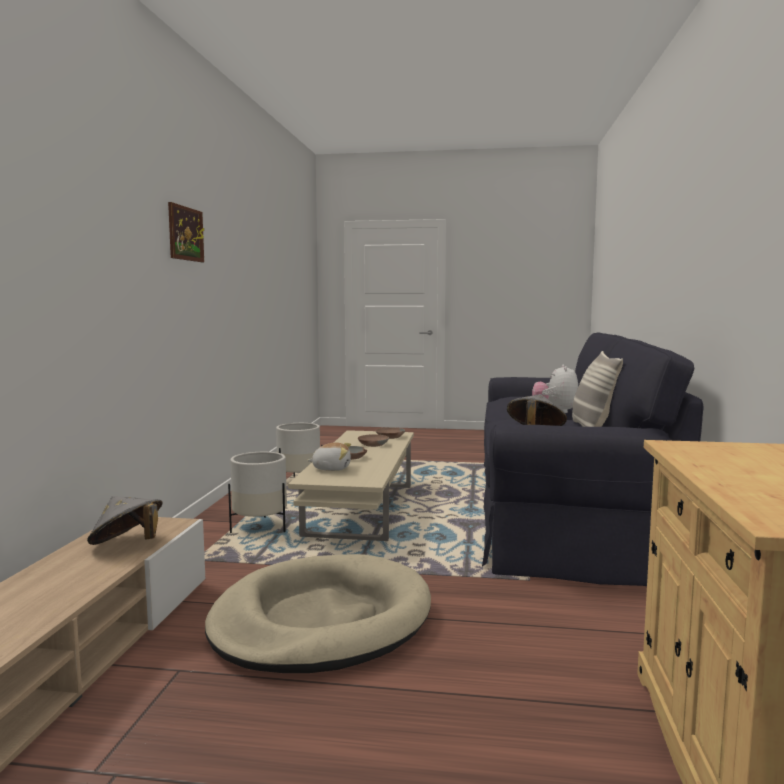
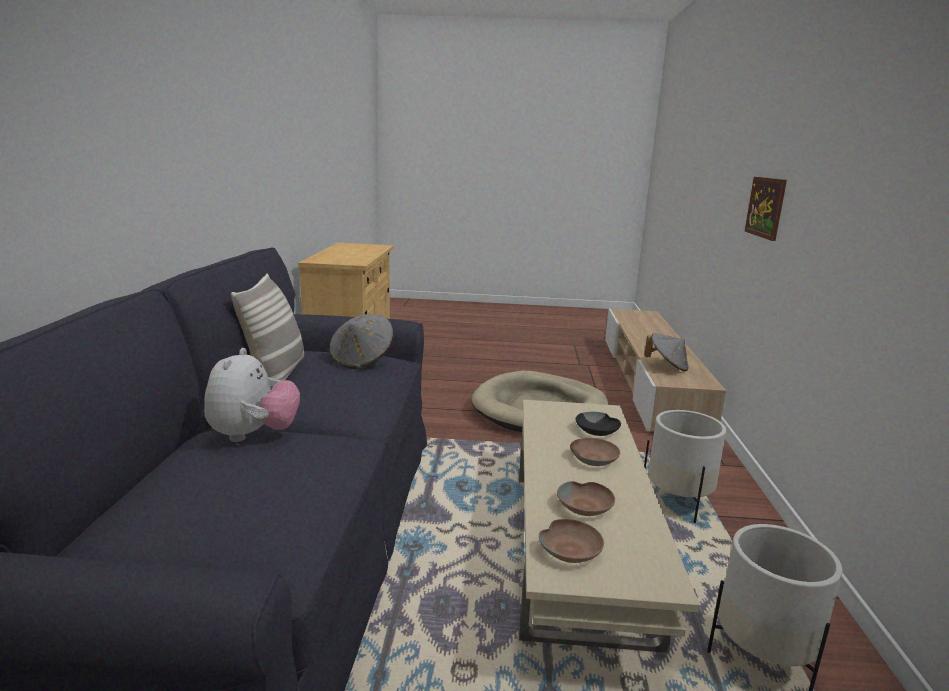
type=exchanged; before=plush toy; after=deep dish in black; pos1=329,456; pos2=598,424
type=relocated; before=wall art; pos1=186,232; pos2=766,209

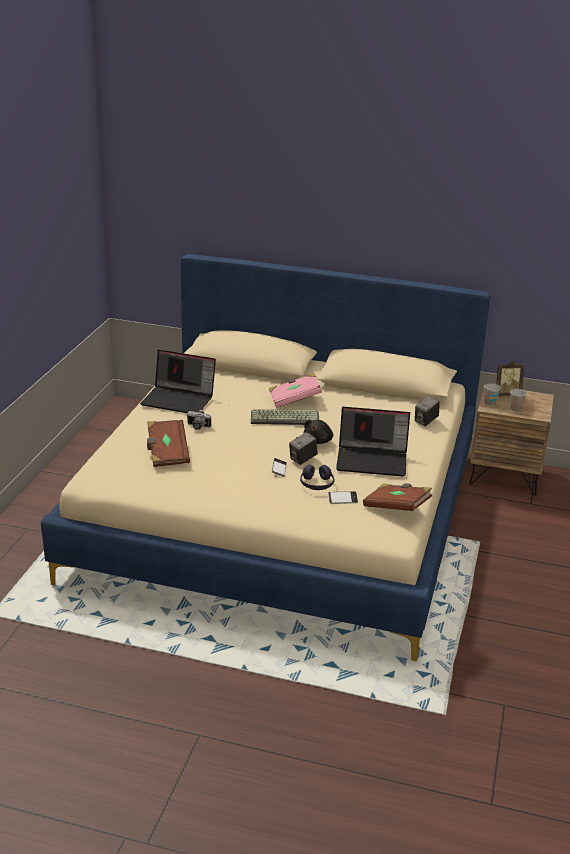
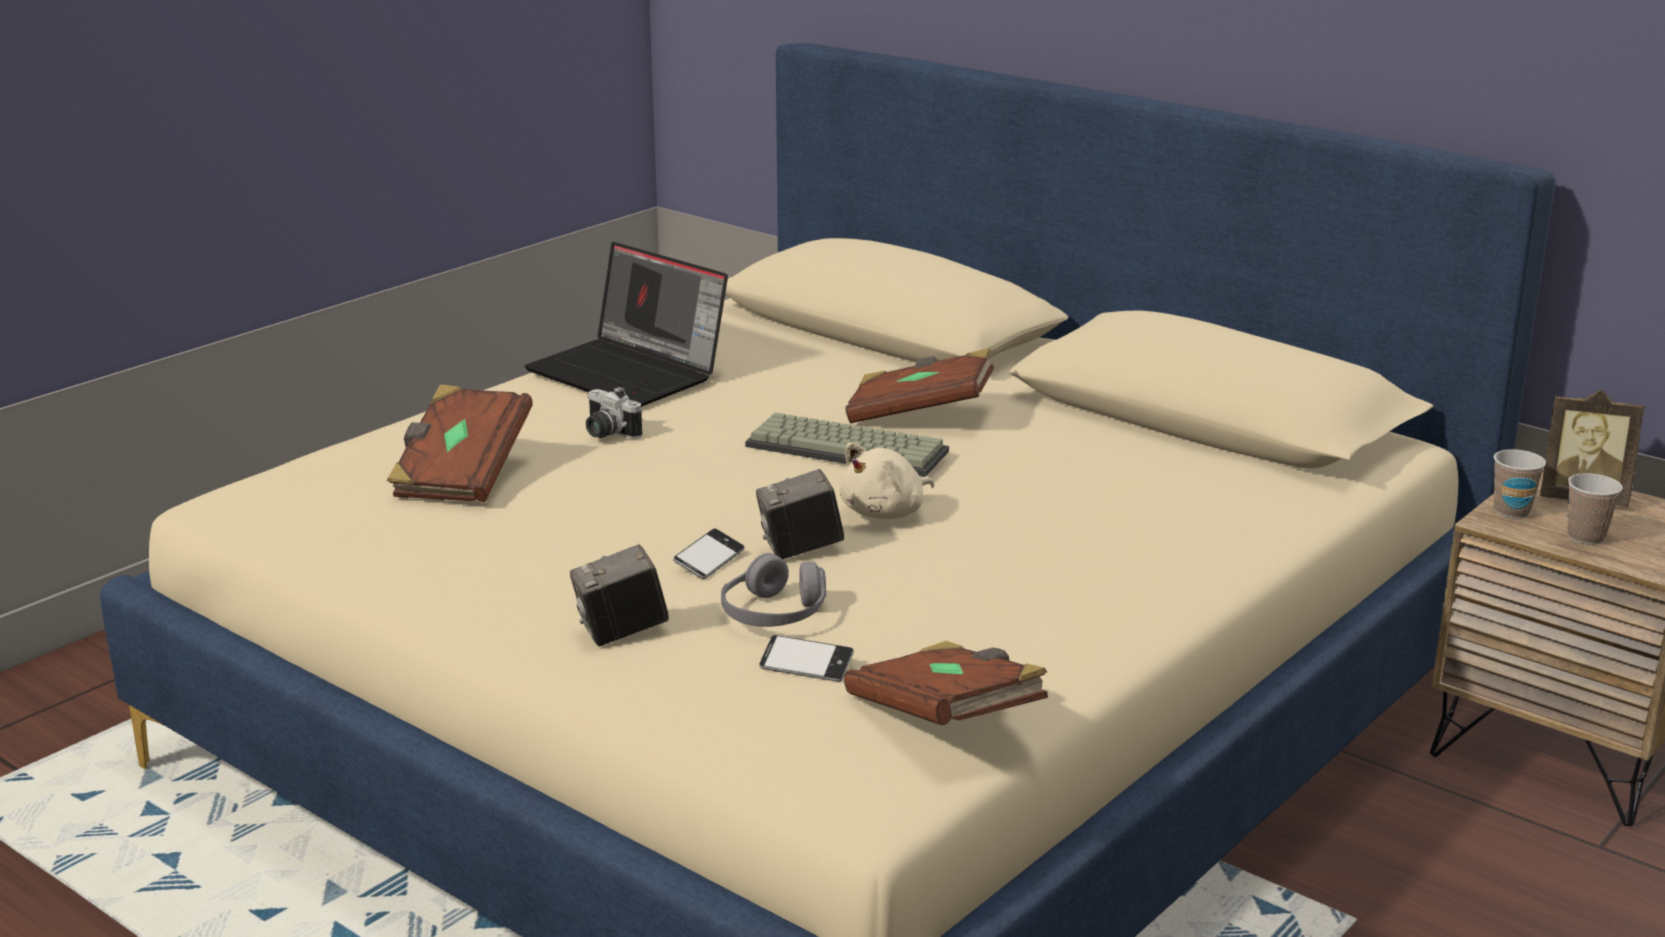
type=relocated; before=still camera; pos1=427,410; pos2=619,595
type=colour; before=headset in purplish; after=headset in gray; pos1=317,477; pos2=773,590
type=colour; before=plush toy in black; after=plush toy in beige; pos1=318,432; pos2=887,480
type=colour; before=volume in pink; after=volume in brownish; pos1=295,390; pos2=919,385
type=missing; before=notebook computer; pos1=373,441

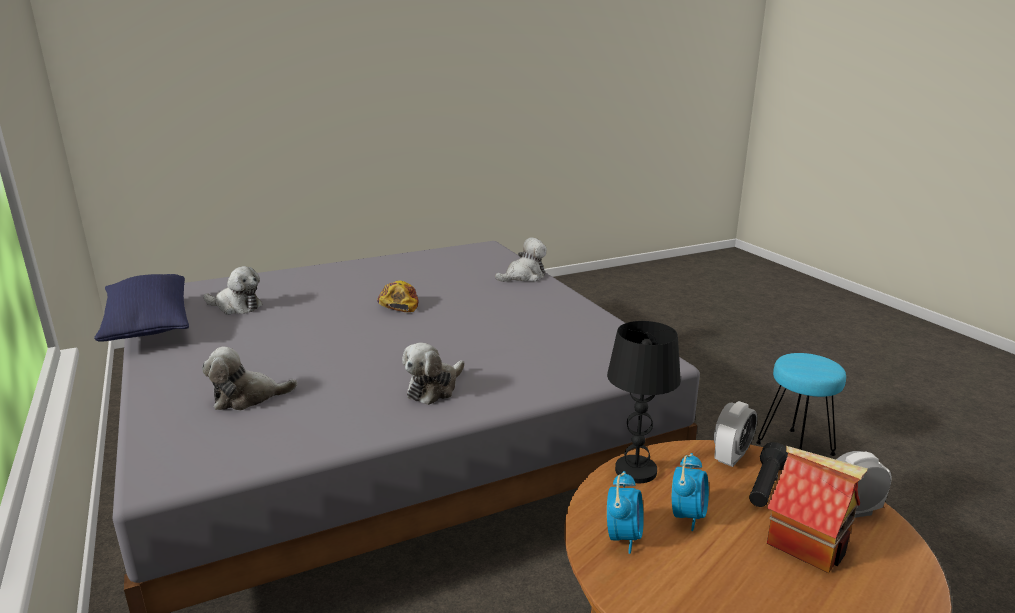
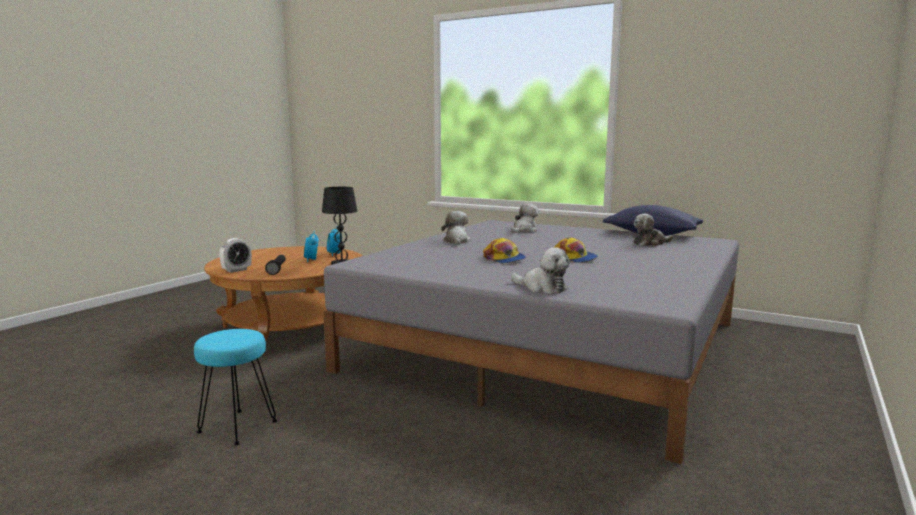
type=appeared; after=baseball cap; pos2=504,250
type=spun; before=plush toy; pos1=521,260; pos2=541,270; turn=-75
type=missing; before=table clock; pos1=735,434
type=missing; before=model house; pos1=817,509

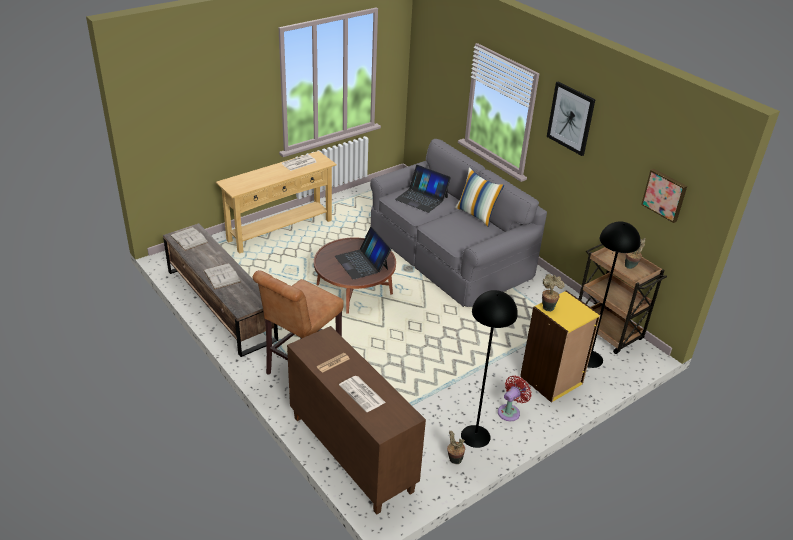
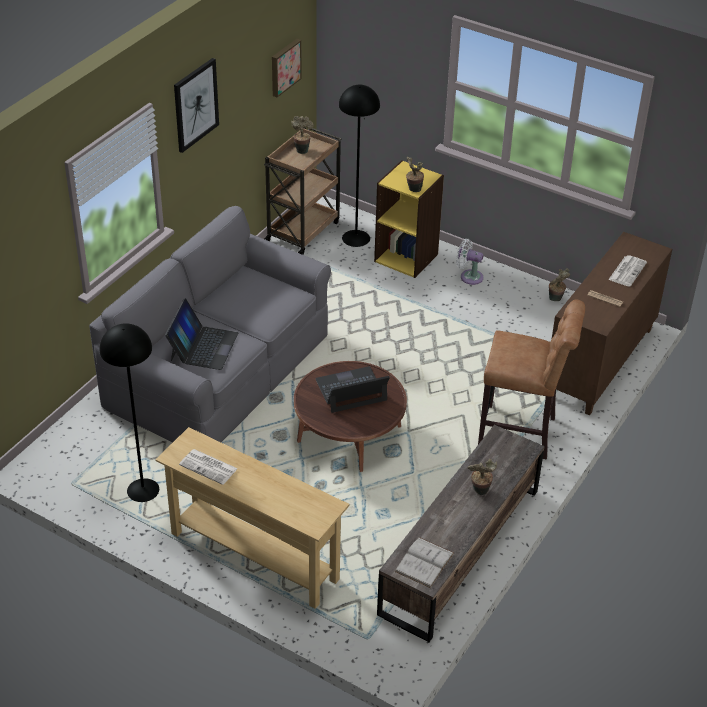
type=relocated; before=standard lamp in black; pos1=489,369; pos2=129,412
type=spun; before=notebook computer; pos1=363,253; pos2=352,389; turn=-150
type=colour; before=cooling fan in red-coloured; after=cooling fan in white; pos1=515,398; pos2=469,262
type=exchanged; before=volume in white; after=potted plant; pos1=222,276; pos2=482,477
type=missing; before=throw pillow; pos1=479,197

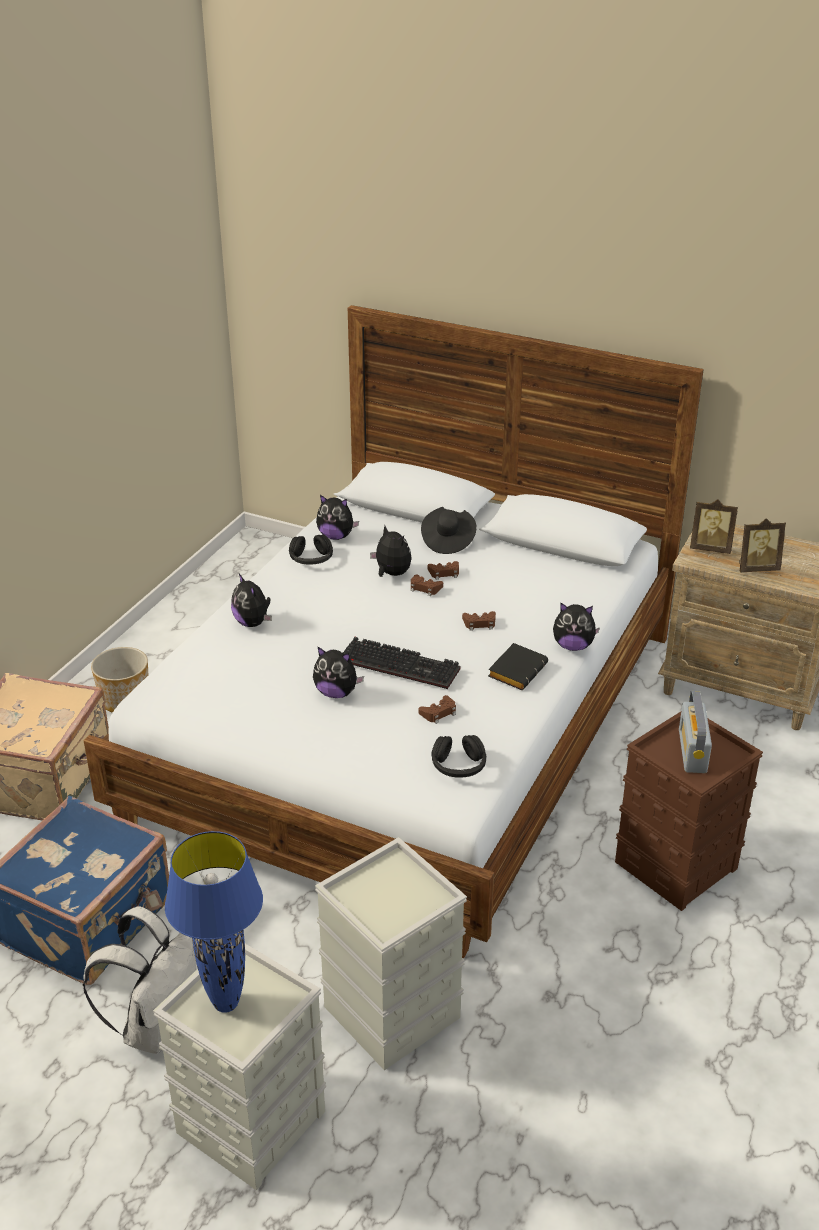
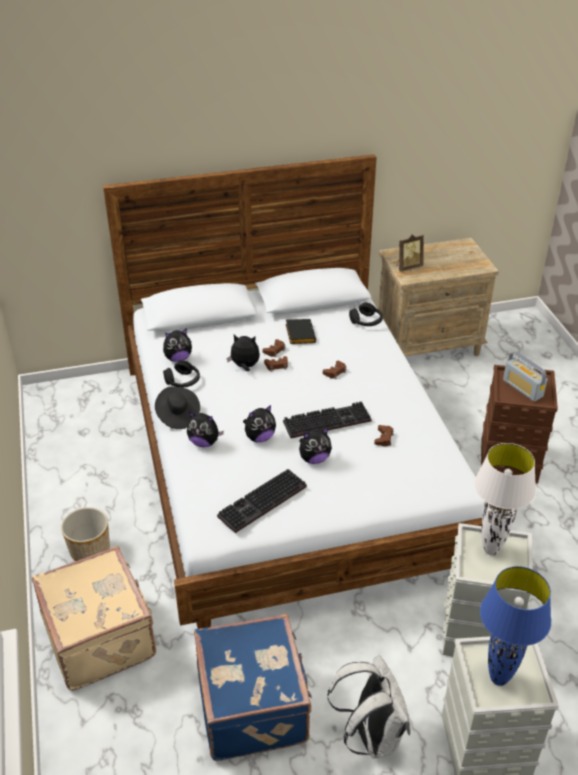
type=relocated; before=clothing hat in black; pos1=449,530; pos2=177,408
type=appeared; after=PC keyboard; pos2=262,501
type=relocated; before=plush toy; pos1=576,627; pos2=259,423
type=relocated; before=volume in black; pos1=518,666; pos2=301,331
type=relocated; before=headset in black; pos1=458,756; pos2=366,314
type=appeared; after=lamp for a table in white; pos2=505,499
type=missing; before=picture frame; pos1=762,545

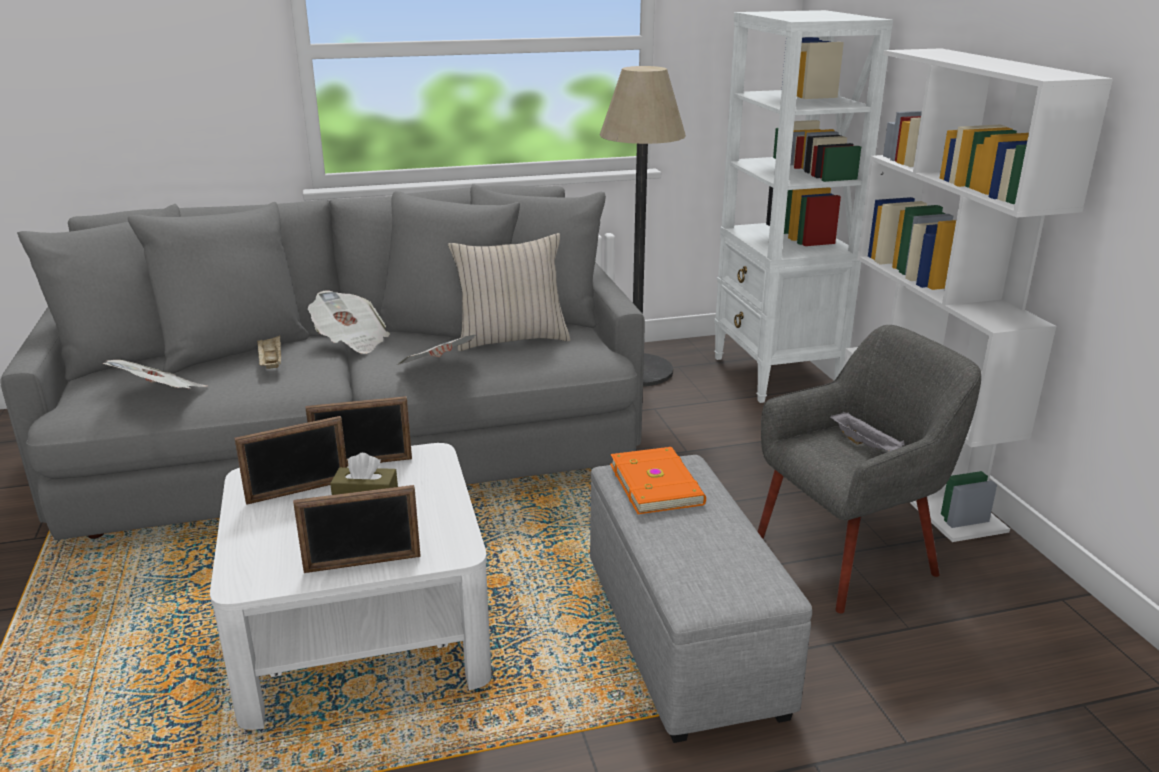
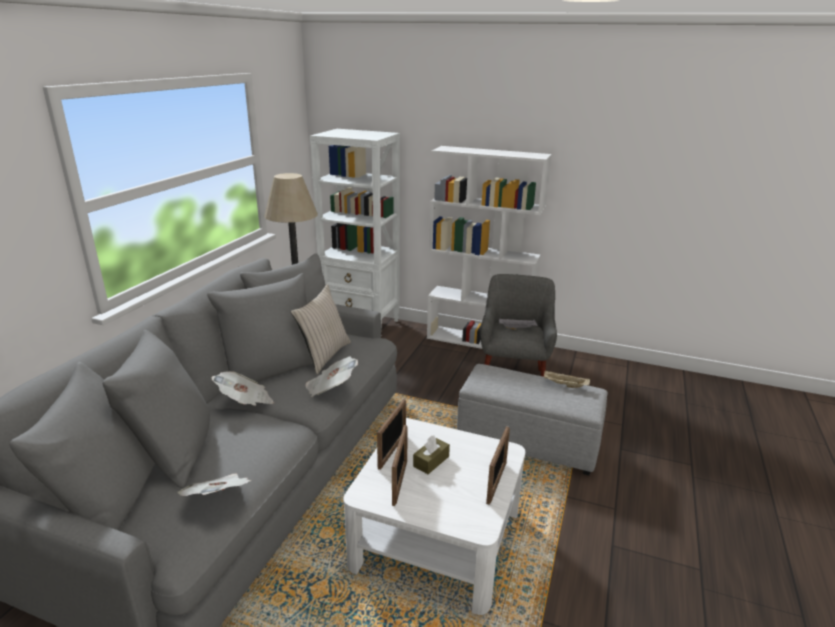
type=relocated; before=serving tray in beige; pos1=269,352; pos2=567,379
type=missing; before=volume in orange-coloured; pos1=658,480

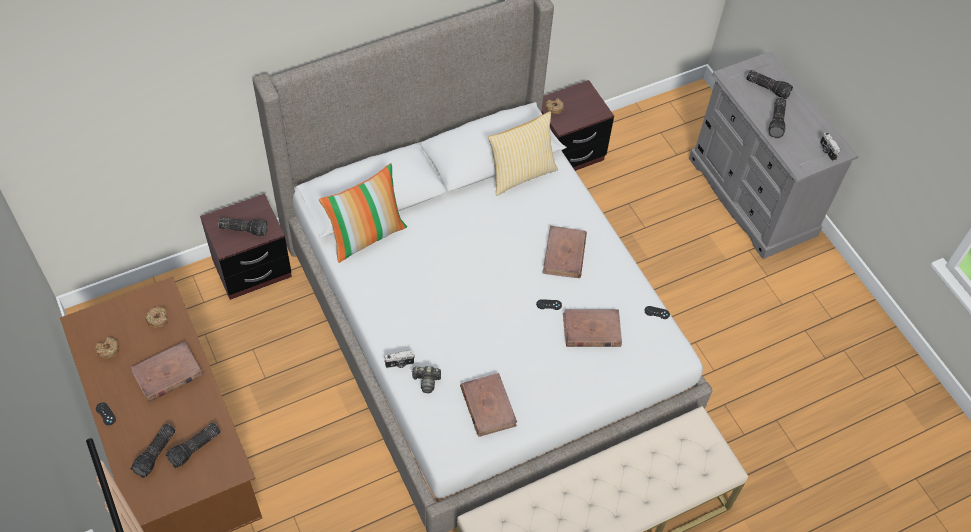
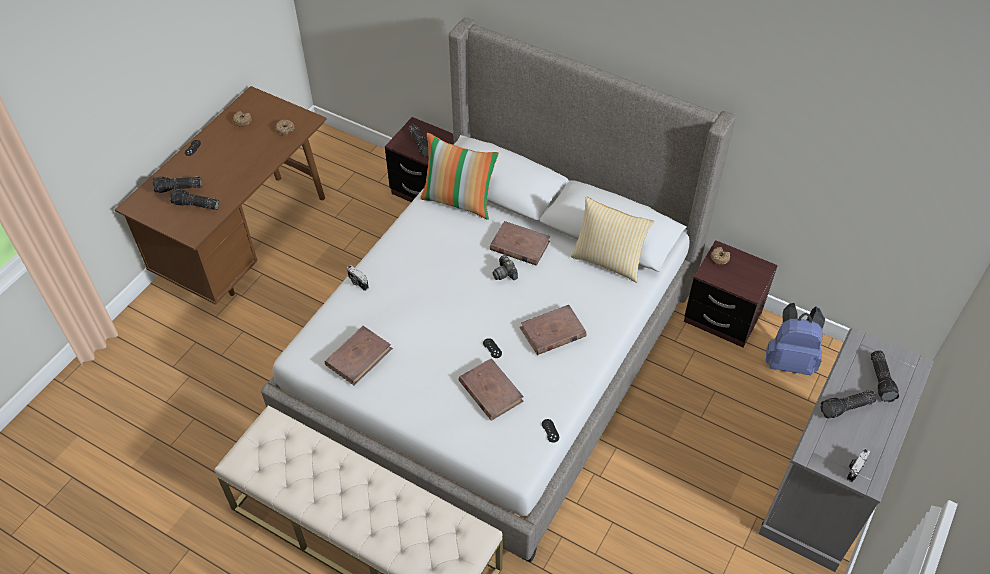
type=relocated; before=volume in brownish; pos1=167,371; pos2=520,243
type=relocated; before=still camera; pos1=426,379; pos2=505,267
type=appeared; after=backpack in bluish; pos2=795,339

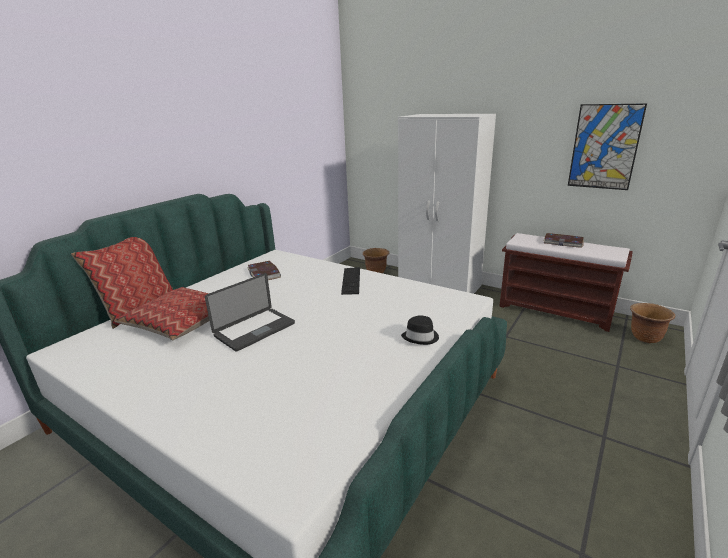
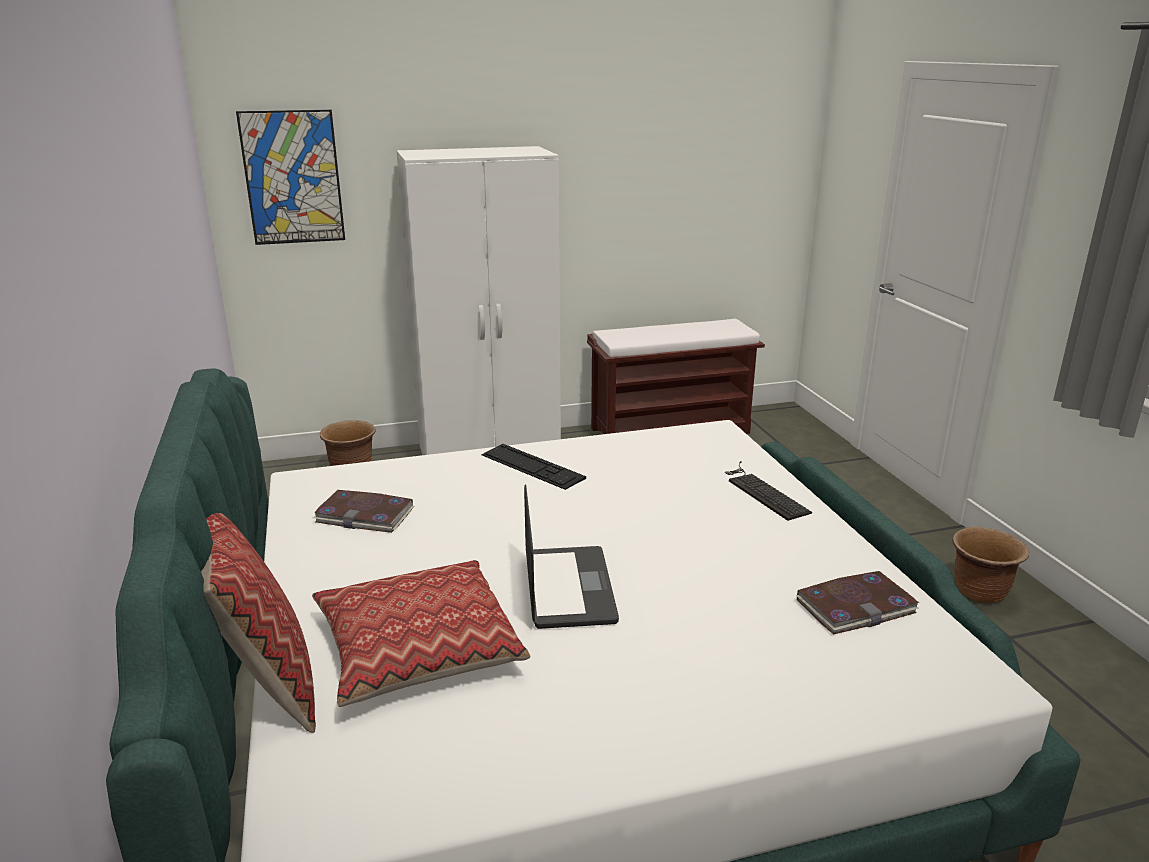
type=relocated; before=wall art; pos1=607,146; pos2=290,177
type=exchanged; before=clothing hat in black; after=PC keyboard; pos1=420,330; pos2=768,491
type=relocated; before=volume; pos1=564,240; pos2=857,602
type=relocated; before=flower pot in brownish; pos1=652,323; pos2=991,565

